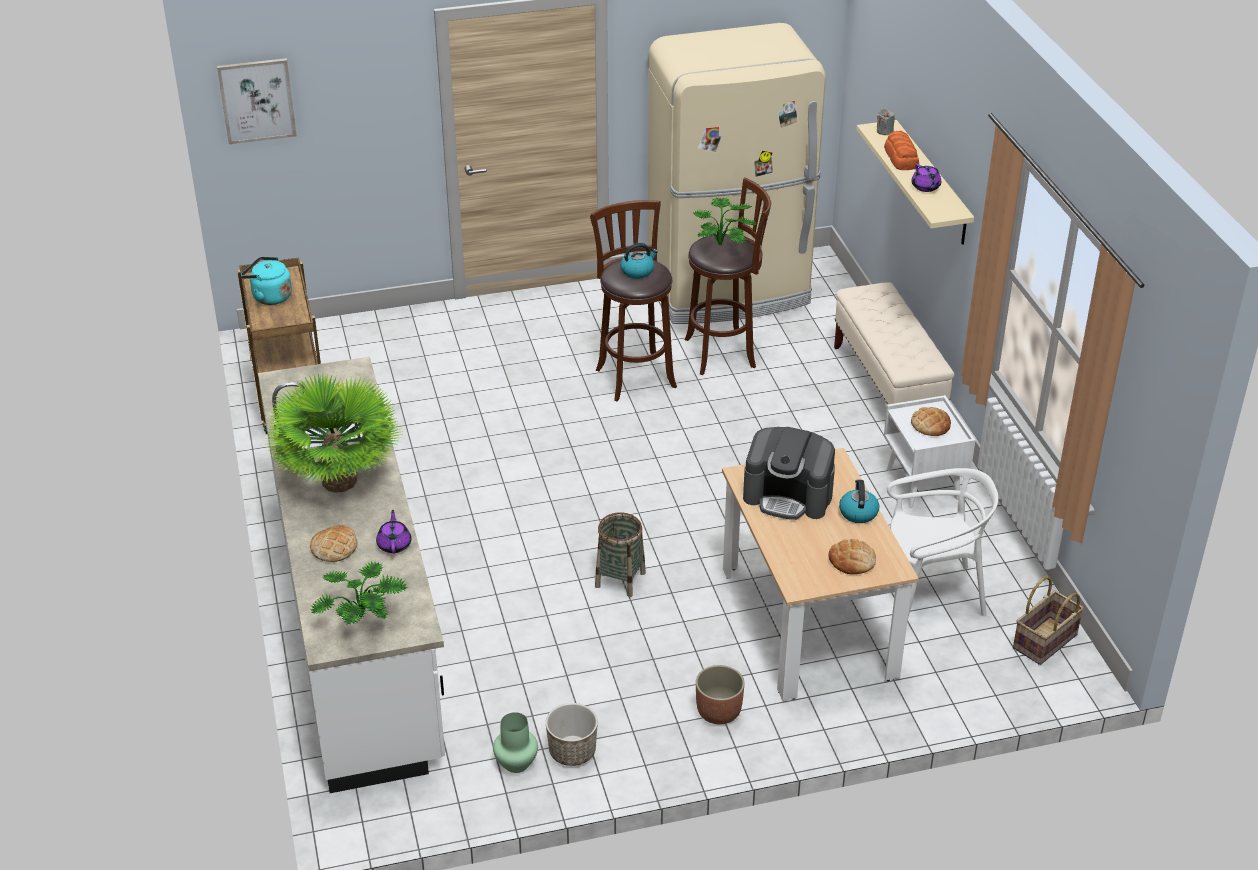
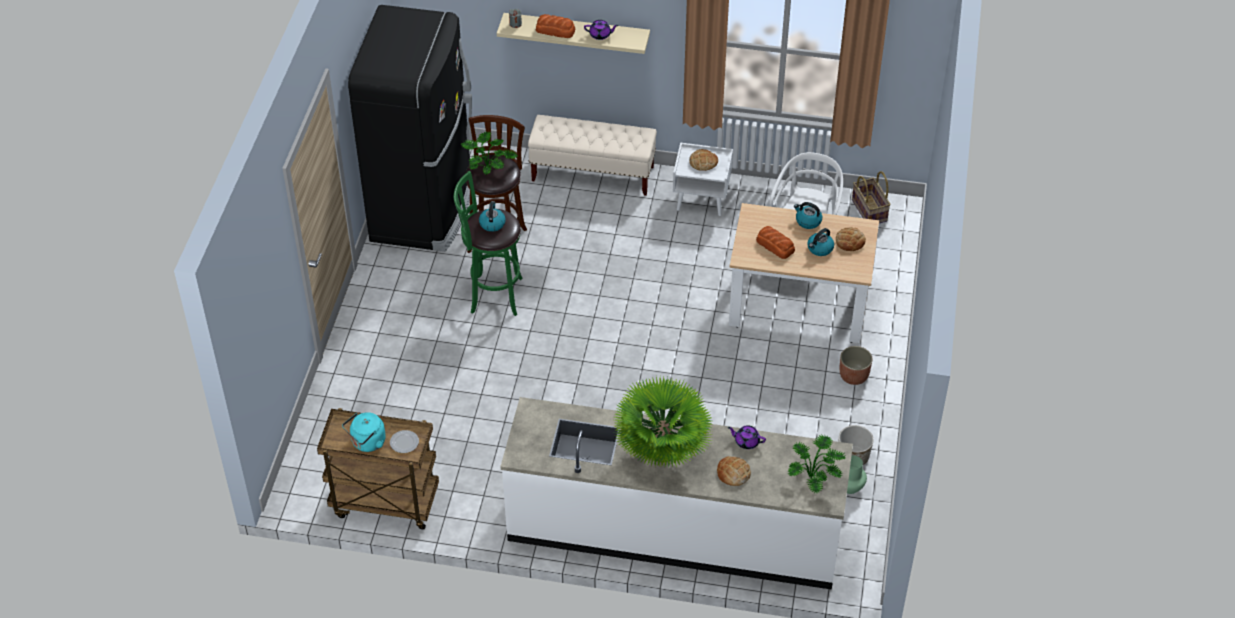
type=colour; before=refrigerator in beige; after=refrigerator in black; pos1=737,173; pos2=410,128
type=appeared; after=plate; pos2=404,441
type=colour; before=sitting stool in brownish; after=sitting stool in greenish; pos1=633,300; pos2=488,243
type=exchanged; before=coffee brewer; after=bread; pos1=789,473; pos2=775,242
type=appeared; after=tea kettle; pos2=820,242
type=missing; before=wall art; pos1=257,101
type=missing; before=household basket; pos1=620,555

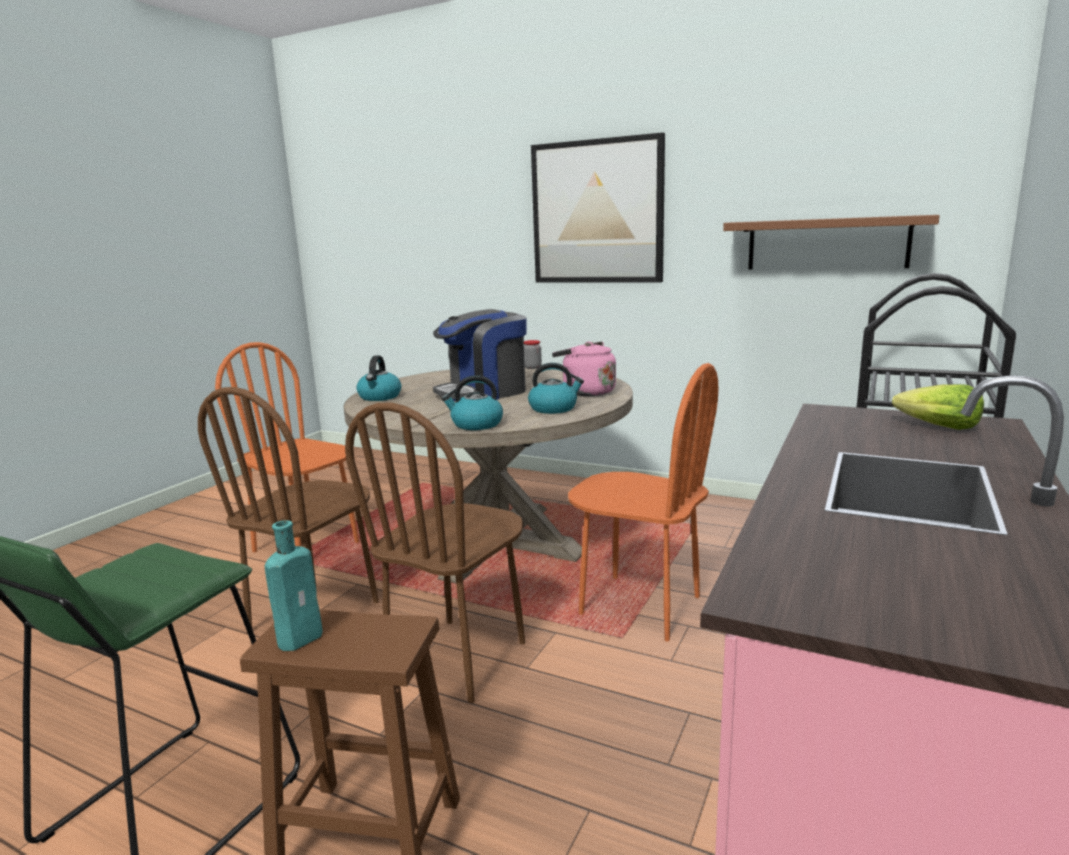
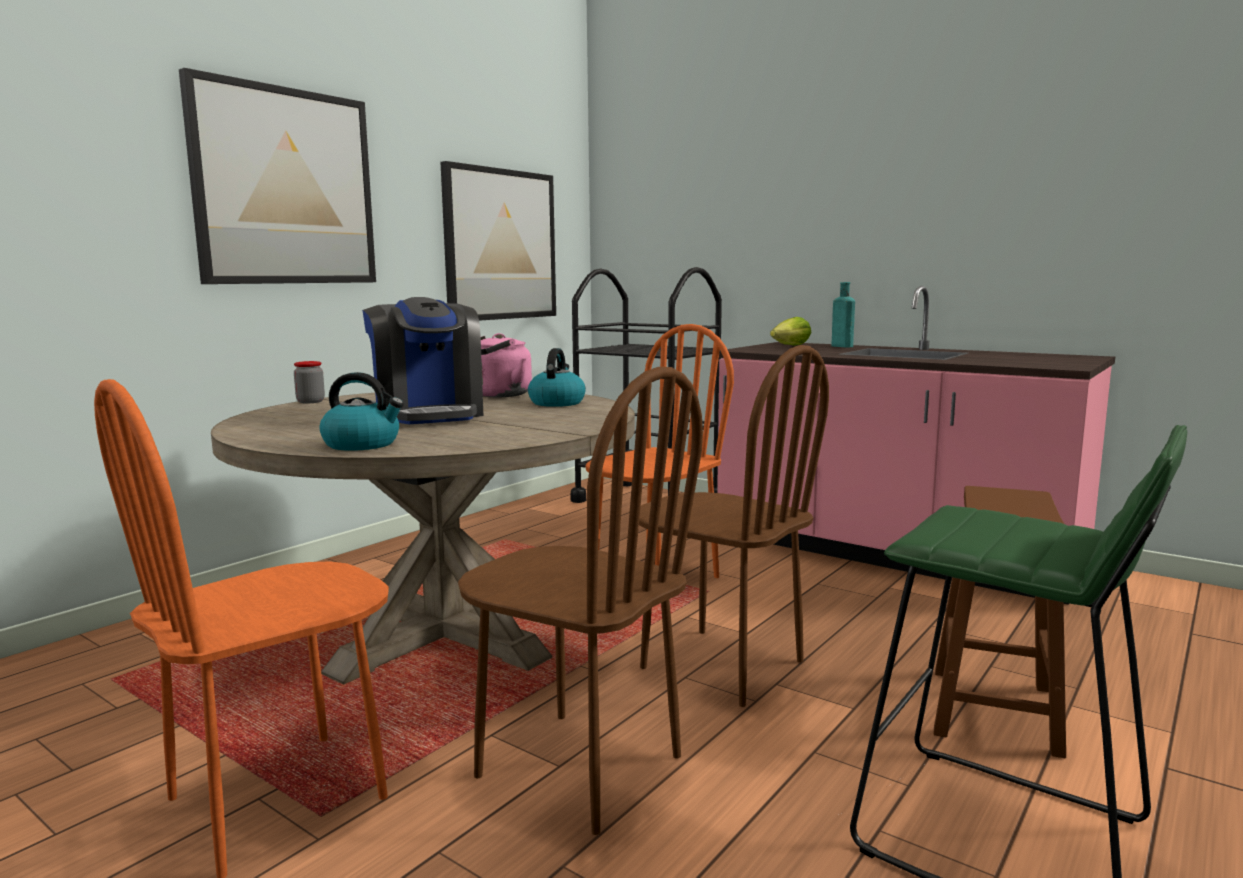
type=exchanged; before=shelf in brownish; after=wall art; pos1=831,242; pos2=498,241
type=relocated; before=beverage bottle in turquoise-coloured; pos1=294,585; pos2=843,314
type=missing; before=tea kettle; pos1=472,402

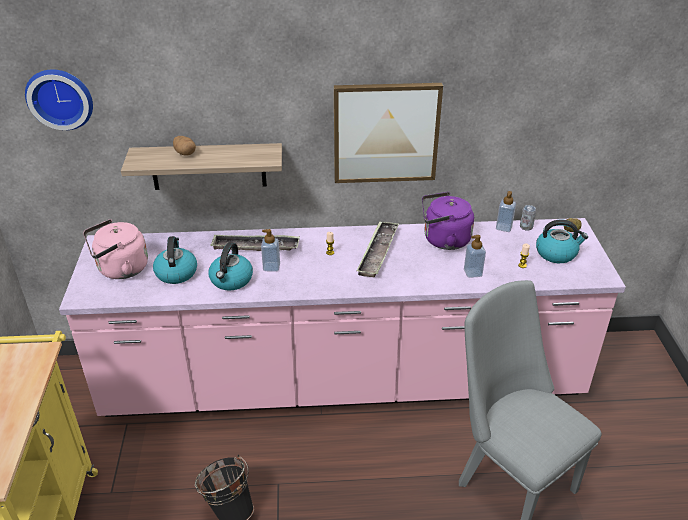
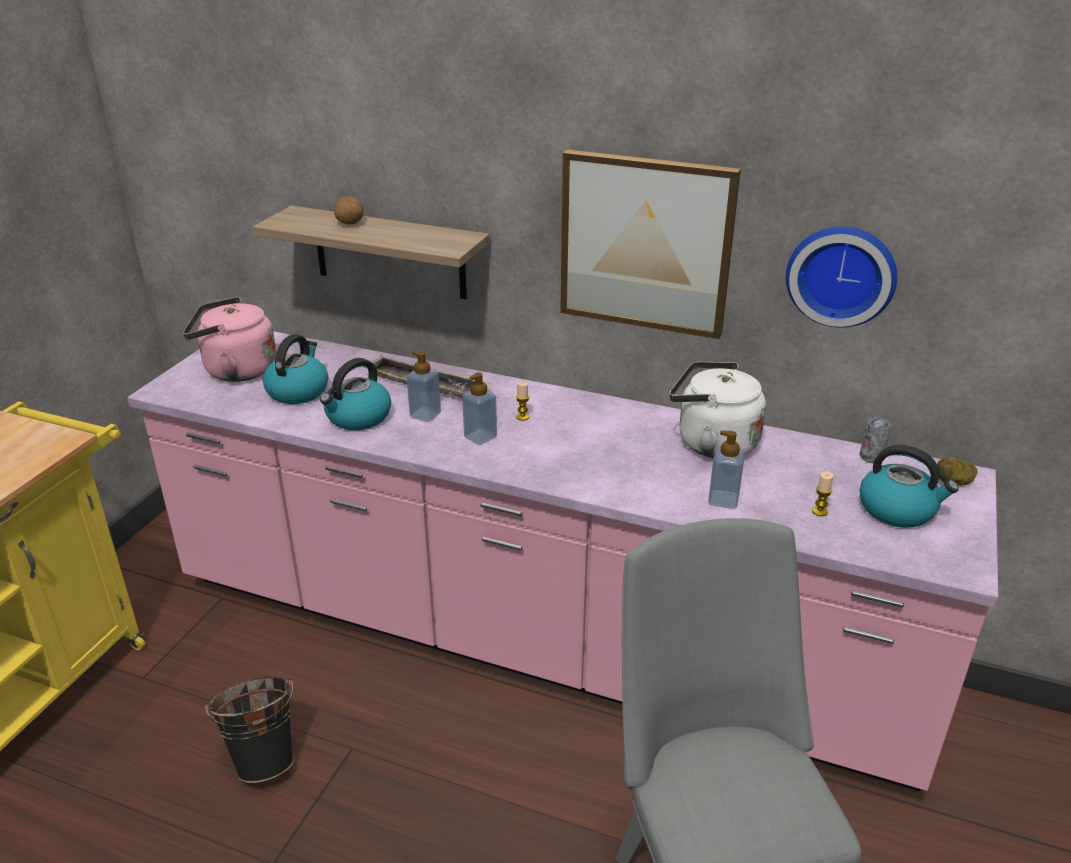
type=relocated; before=liquid soap bottle; pos1=506,211; pos2=479,408
type=colour; before=tea kettle in purplish; after=tea kettle in white; pos1=448,221; pos2=717,410
type=relocated; before=clock on the wall; pos1=59,100; pos2=841,277
type=missing; before=serving tray; pos1=377,249

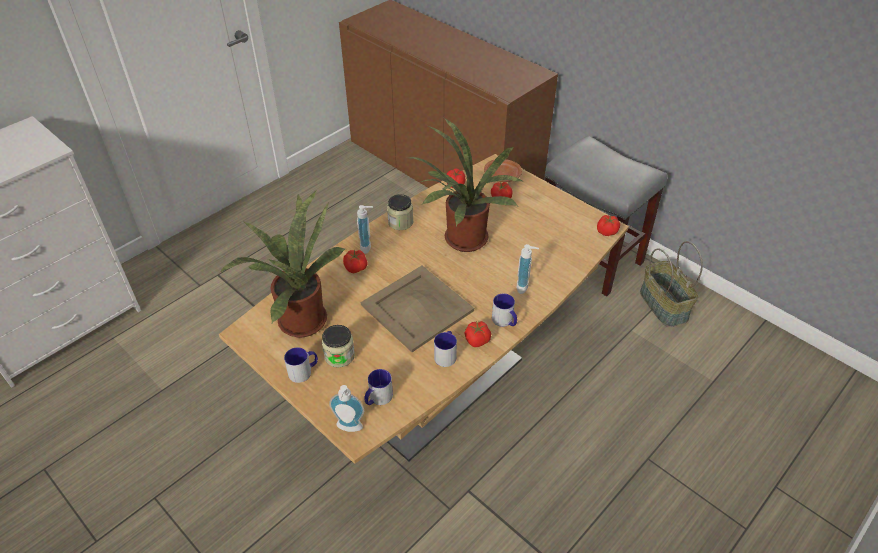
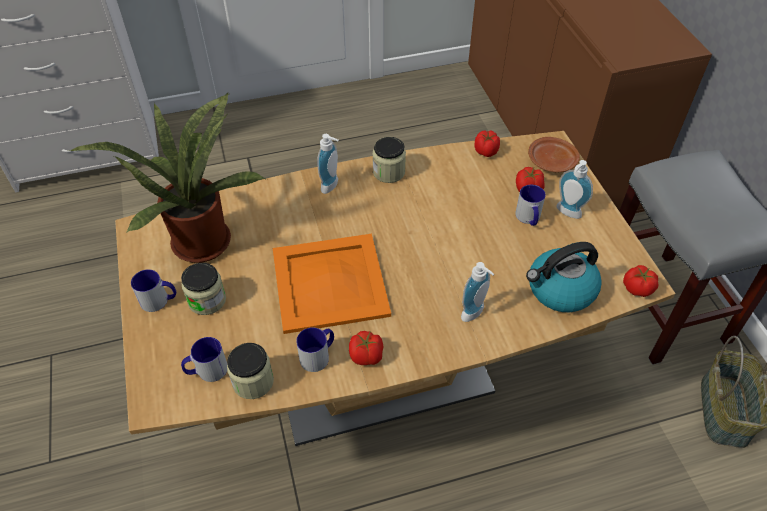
type=appeared; after=jar; pos2=250,371
type=colour; before=serving tray in beige; after=serving tray in orange-coloured; pos1=417,309; pos2=332,284
type=relocated; before=coffee mug; pos1=504,310; pos2=530,205
type=appeared; after=tea kettle; pos2=564,277
type=relocated; before=liquid soap bottle; pos1=346,408; pos2=574,189
type=missing; before=whole tomato; pos1=355,261
type=missing; before=potted plant; pos1=465,185

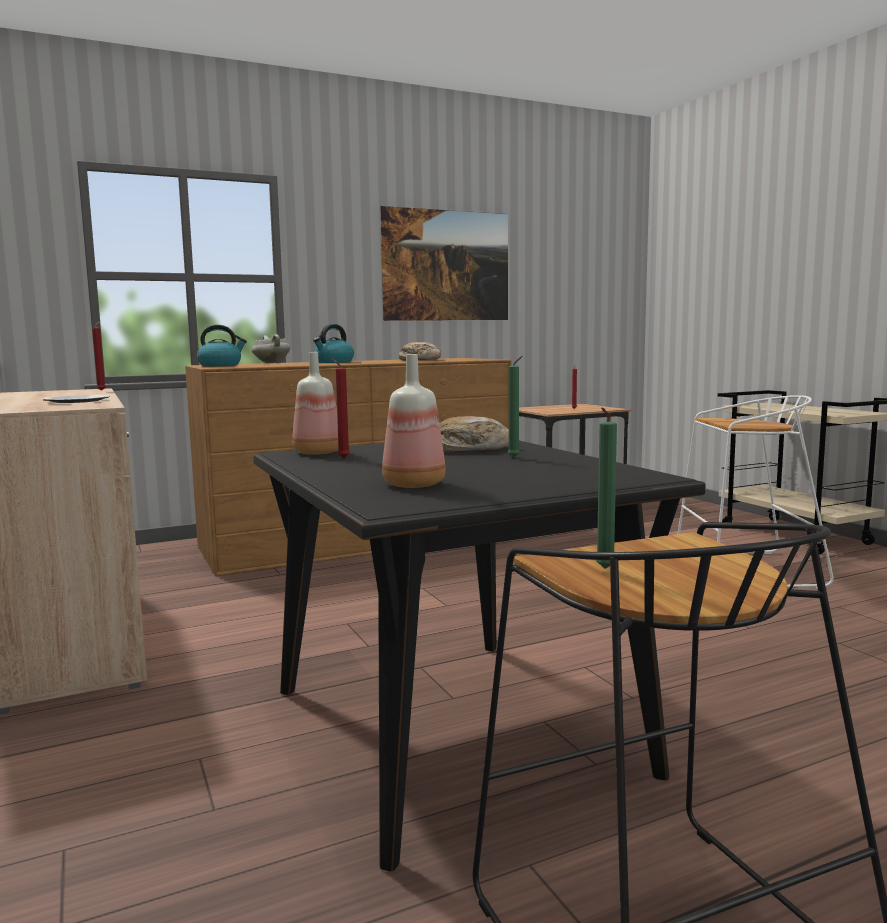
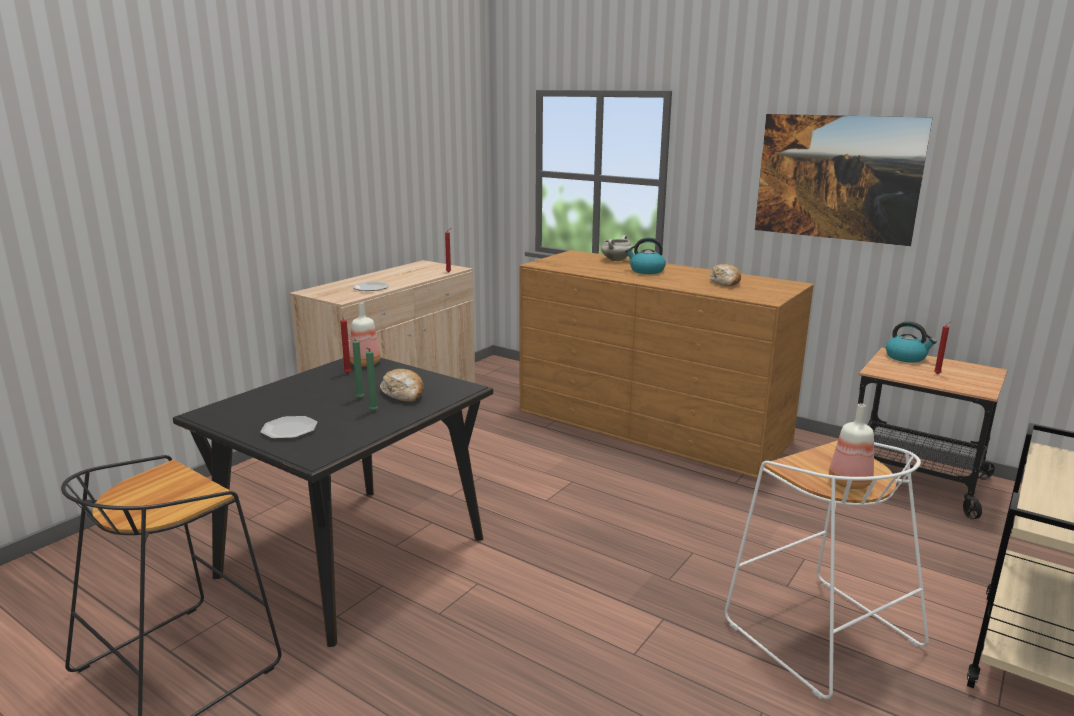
type=appeared; after=plate; pos2=289,427
type=relocated; before=wax candle in greenish; pos1=606,488; pos2=356,366
type=relocated; before=beverage bottle; pos1=414,421; pos2=851,446
type=relocated; before=tea kettle; pos1=222,345; pos2=911,342

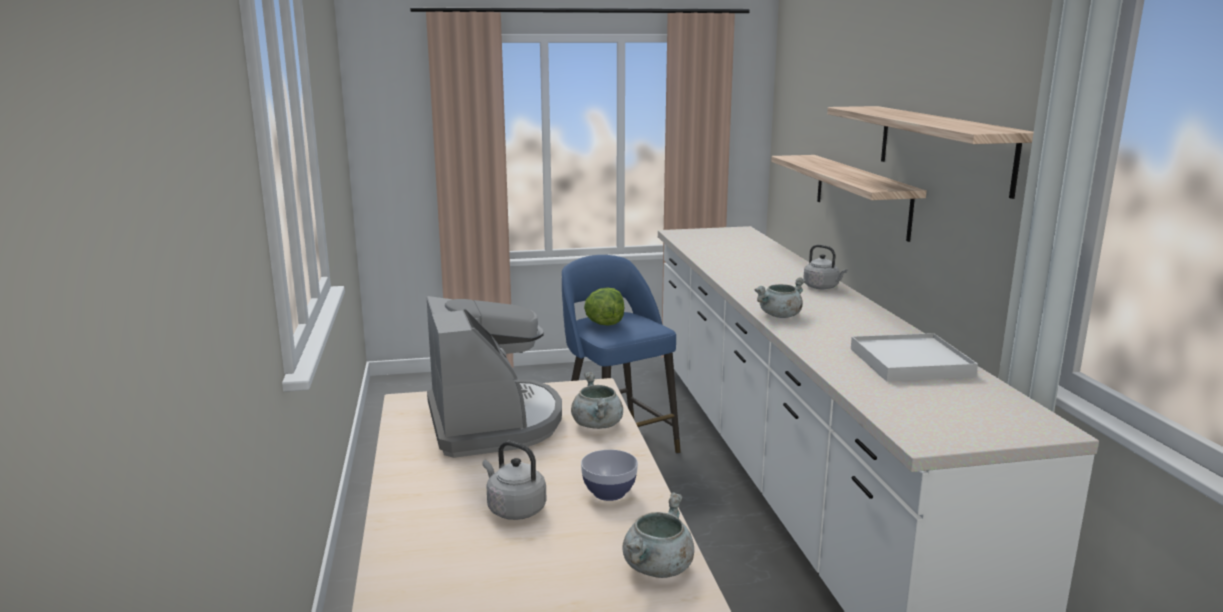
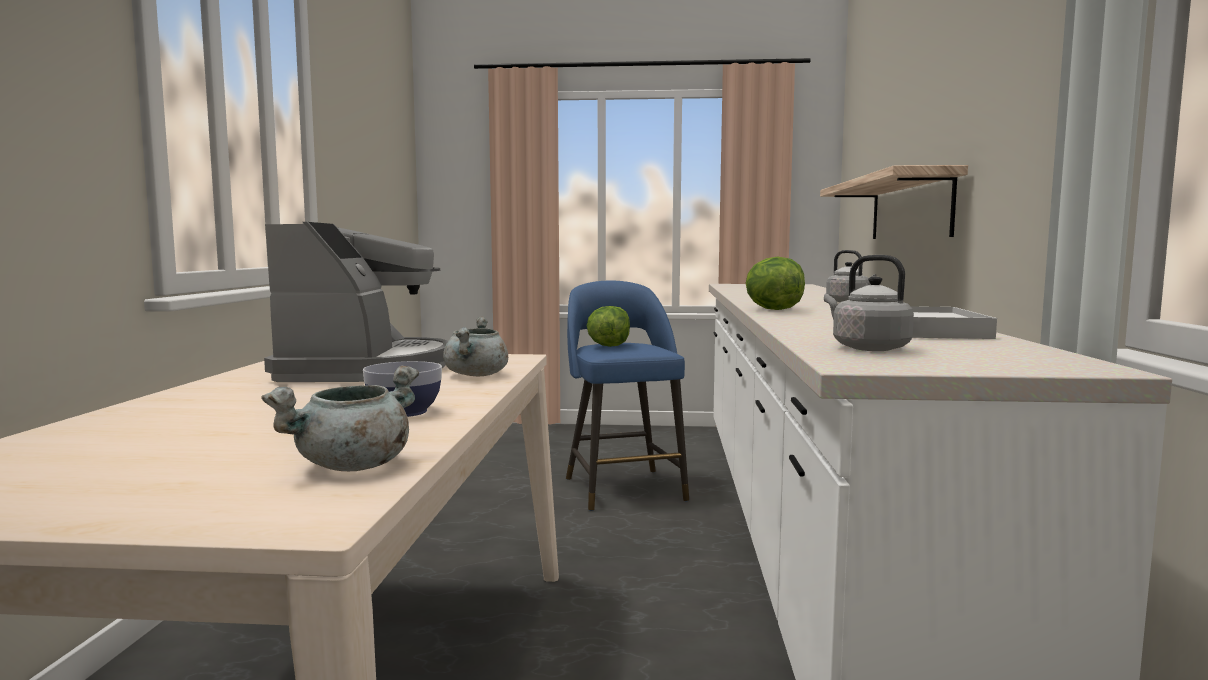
type=exchanged; before=cooking pot in gray; after=head of lettuce; pos1=779,297; pos2=775,283
type=relocated; before=tea kettle in gray; pos1=514,480; pos2=869,303
type=missing; before=shelf; pos1=930,152

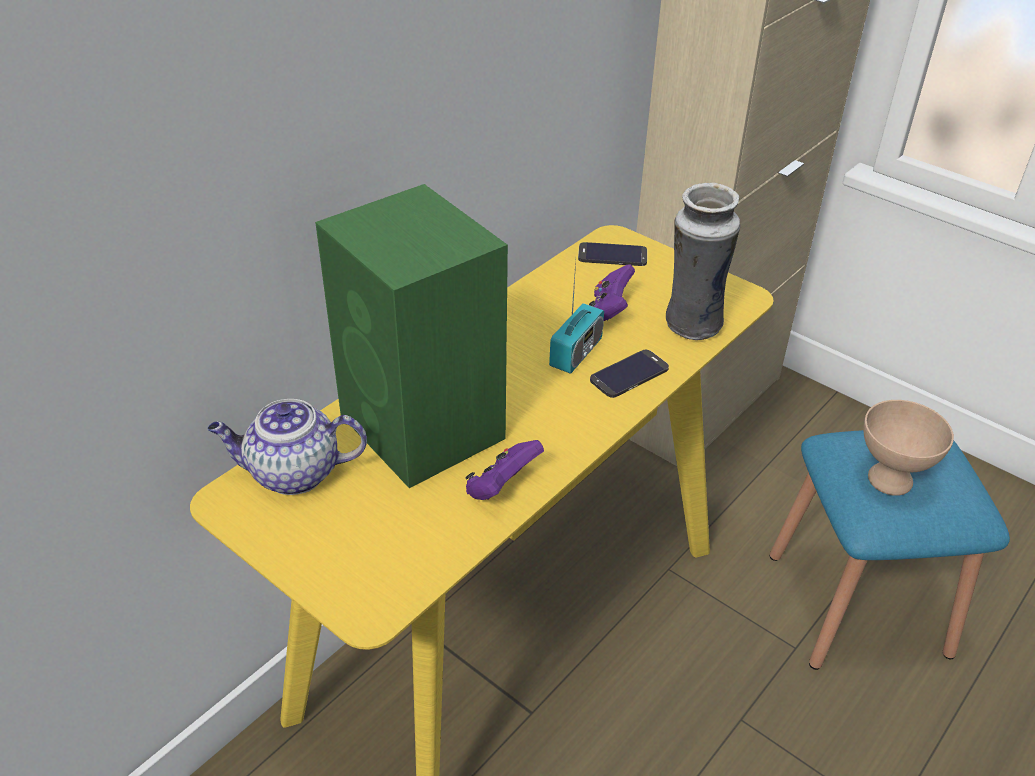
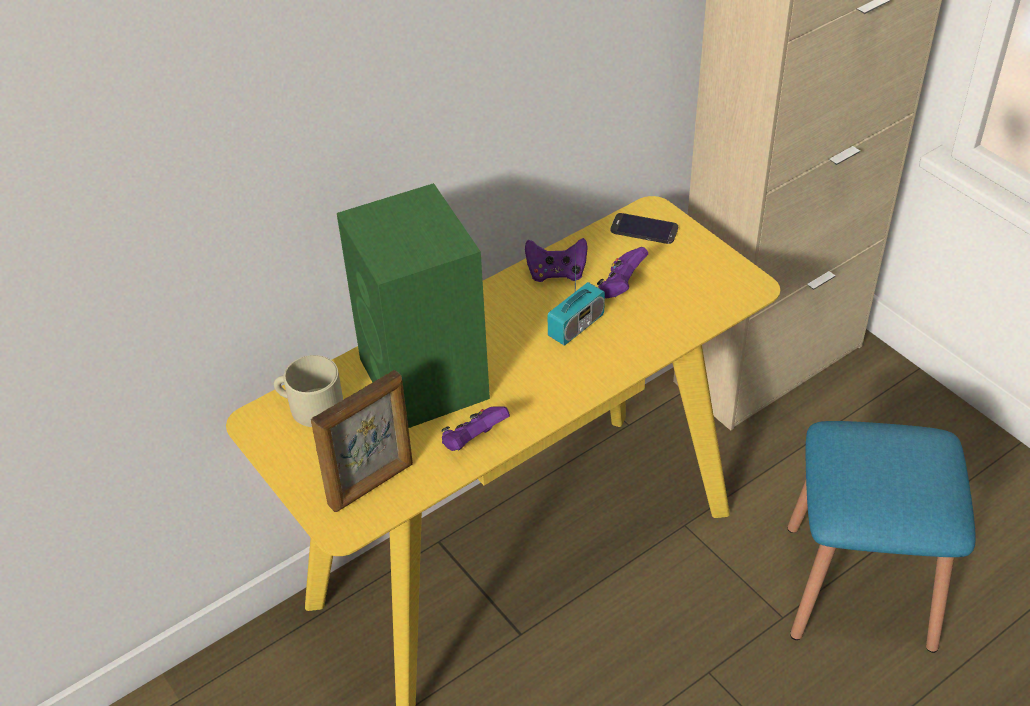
type=exchanged; before=pot for tea; after=coffee mug in beige; pos1=287,447; pos2=308,391
type=appeared; after=picture frame; pos2=362,441
type=appeared; after=game controller in purplish; pos2=556,260
type=missing; before=handset; pos1=629,374
type=missing; before=flower vase; pos1=703,261
type=missing; before=deep dish in beige; pos1=908,448

